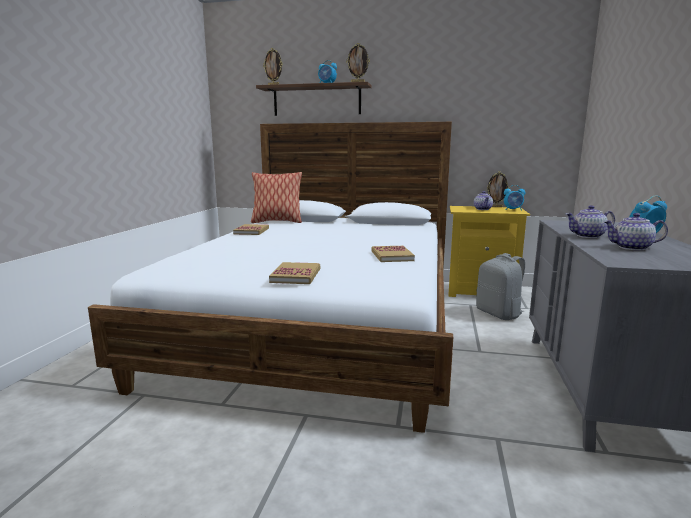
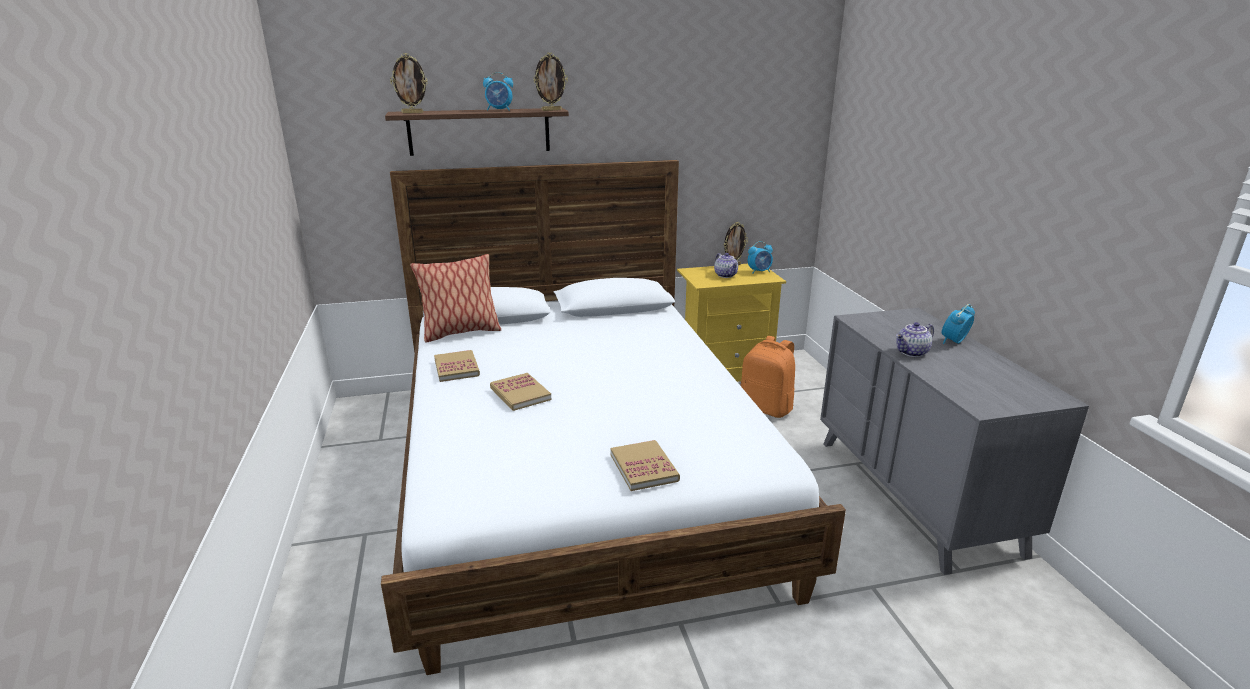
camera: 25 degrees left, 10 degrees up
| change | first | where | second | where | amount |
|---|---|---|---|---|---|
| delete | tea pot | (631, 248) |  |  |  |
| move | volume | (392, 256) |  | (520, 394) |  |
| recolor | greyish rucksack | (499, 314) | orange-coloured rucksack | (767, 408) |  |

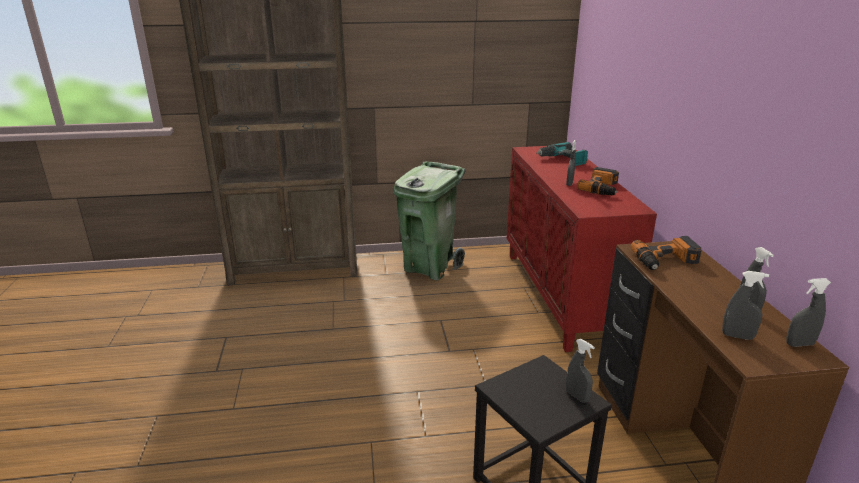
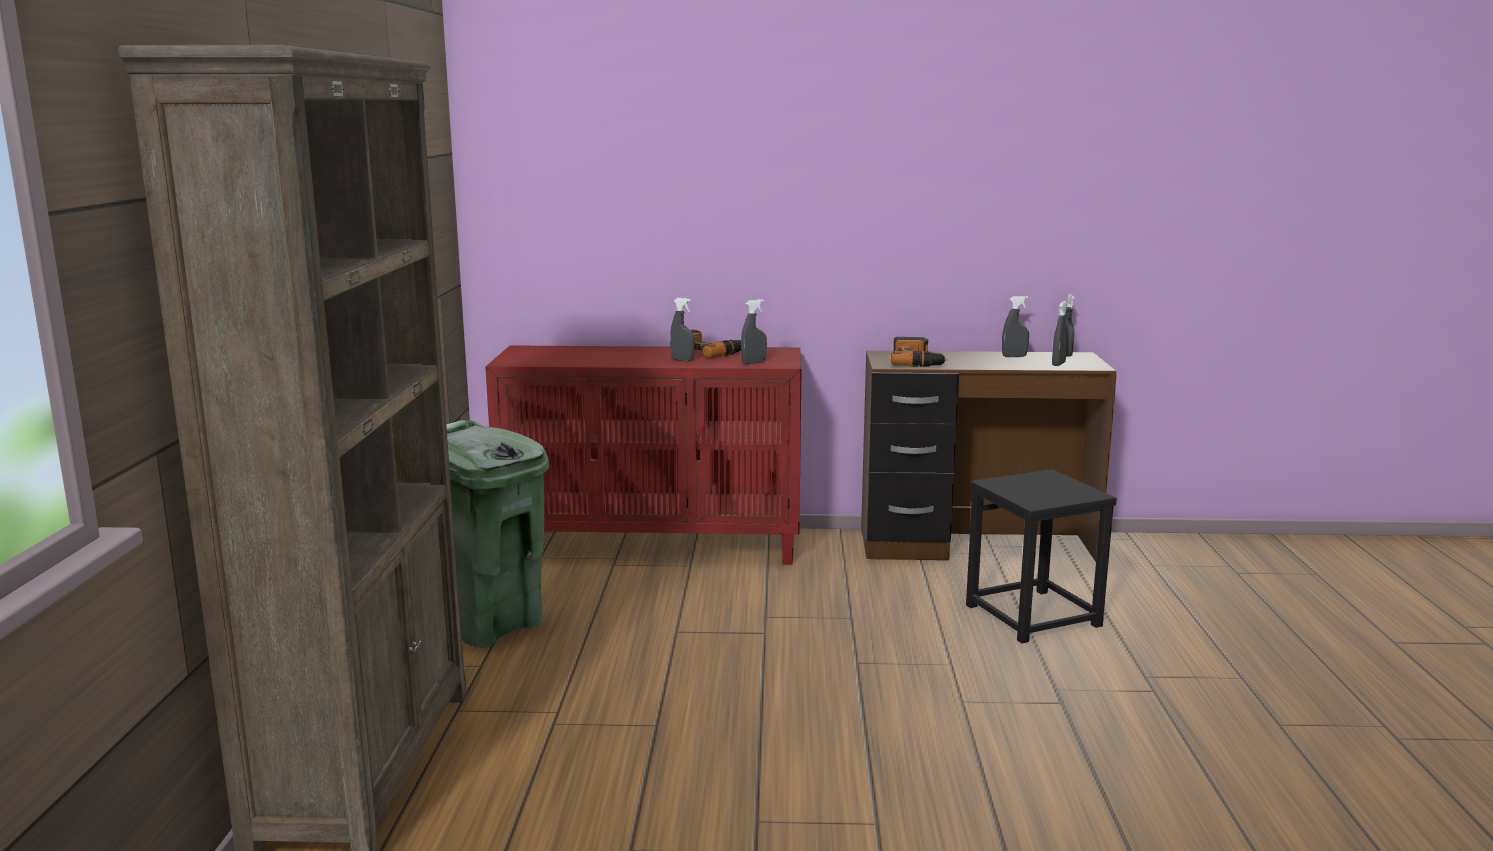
camera: 80 degrees left, 10 degrees down
| change | first | where | second | where | amount |
|---|---|---|---|---|---|
| delete | drill | (562, 160) |  |  |  |
| move | greyish spray bottle | (577, 396) |  | (753, 363) |  |

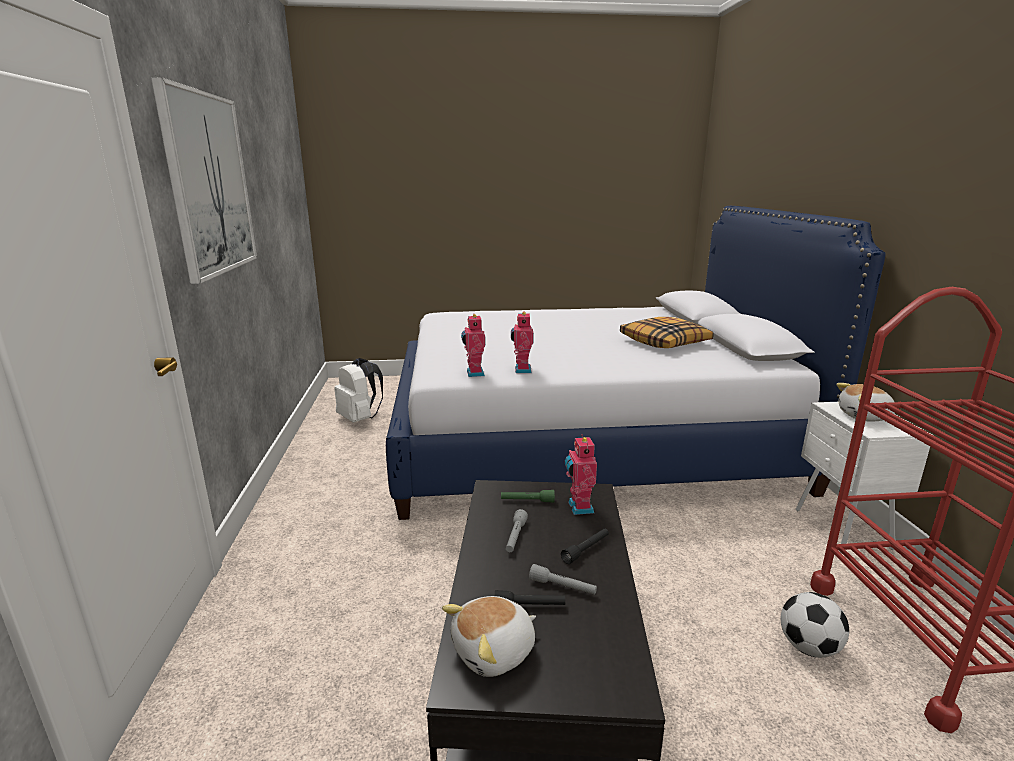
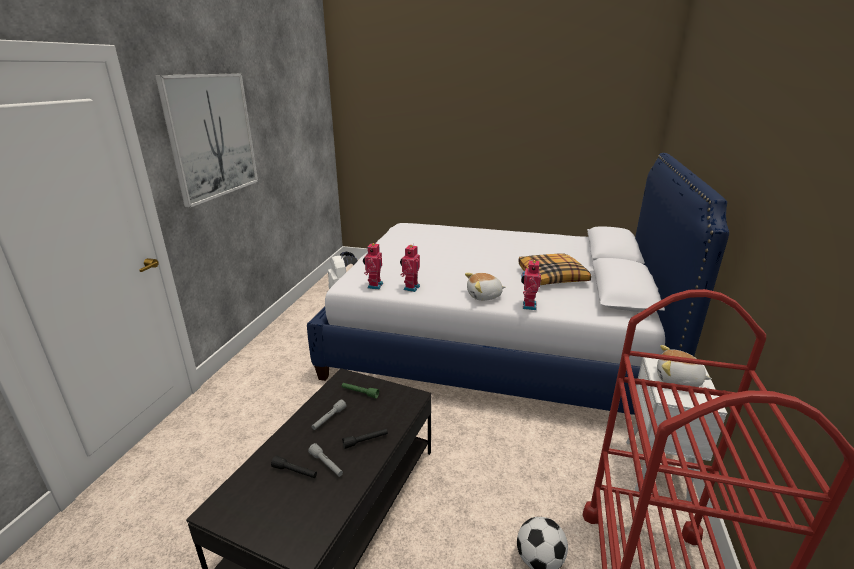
camera: 20 degrees right, 5 degrees up
| change | first | where | second | where | amount |
|---|---|---|---|---|---|
| move | cuddly toy | (494, 652) |  | (484, 296) |  |
| move | robot figure | (578, 507) |  | (528, 306) |  |

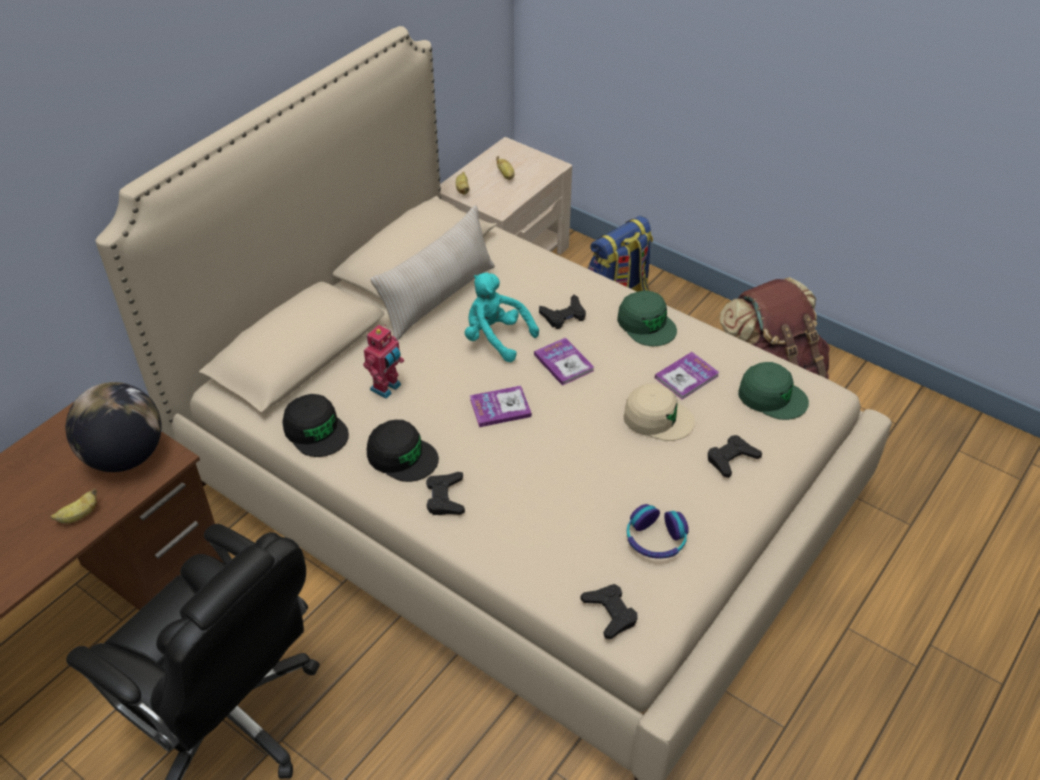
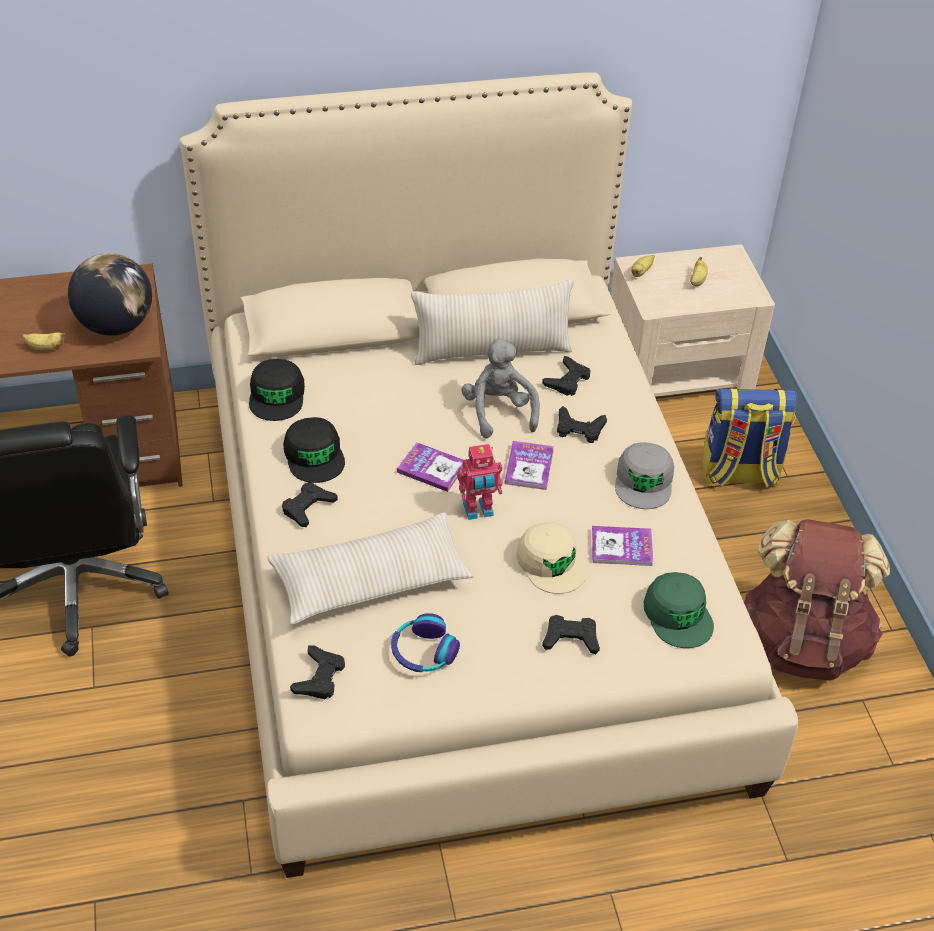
camera: 40 degrees right, 0 degrees up
| change | first | where | second | where | amount |
|---|---|---|---|---|---|
| insert |  |  | sand-coloured throw pillow | (371, 580) |  |
| insert |  |  | black-coloured gamepad | (567, 380) |  |
| move | robot figure | (387, 388) |  | (478, 511) |  |
| recolor | blue-green cuddly toy | (495, 338) | greyish cuddly toy | (498, 411) |  |
| recolor | green-coloured peaked cap | (646, 324) | greyish peaked cap | (644, 481) |  |

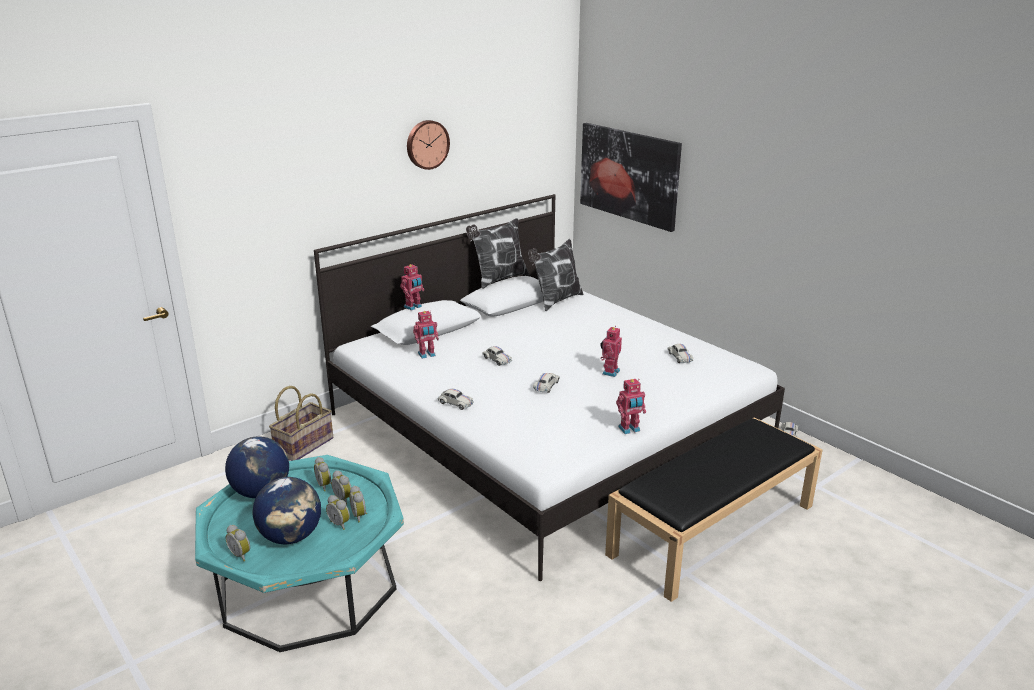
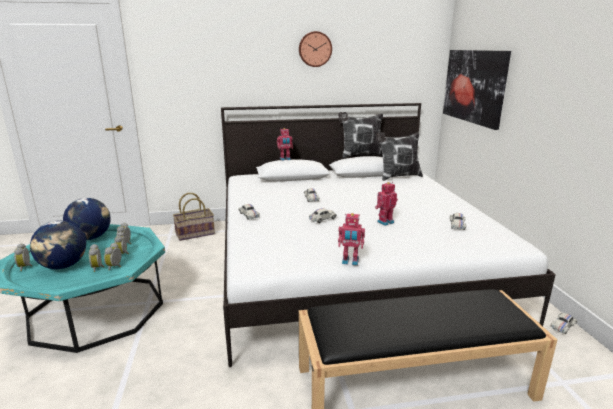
camera: 30 degrees right, 5 degrees down
| change | first | where | second | where | amount |
|---|---|---|---|---|---|
| delete | robot figure | (427, 355) |  |  |  |

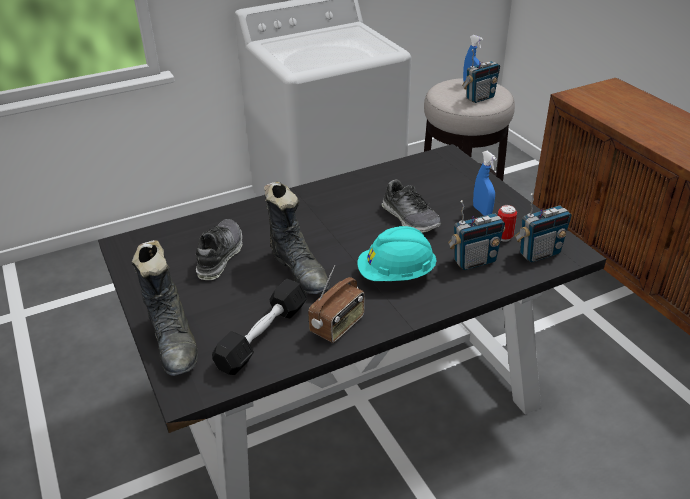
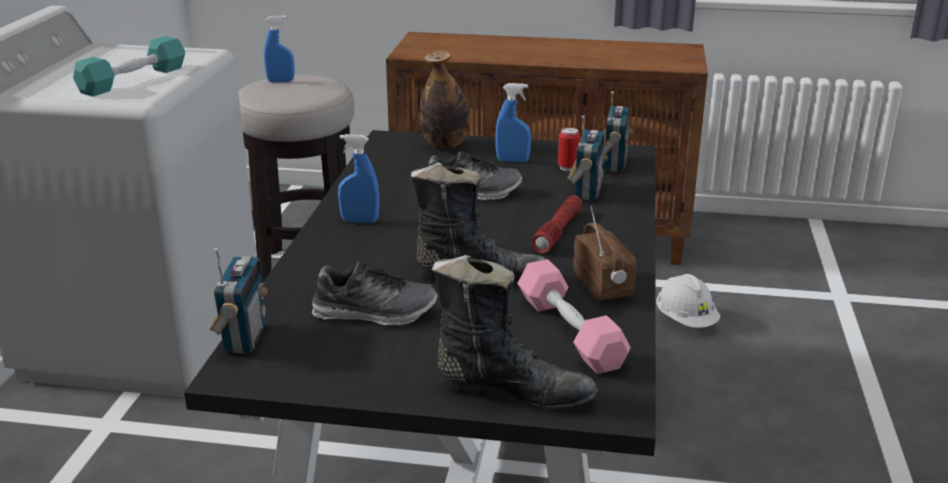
camera: 55 degrees left, 10 degrees down
| change | first | where | second | where | amount |
|---|---|---|---|---|---|
| insert |  |  | blue-green free weight | (133, 80) |  |
| insert |  |  | blue spray bottle | (360, 221) |  |
| insert |  |  | beverage bottle | (445, 145) |  |
| insert |  |  | white hard hat | (685, 320) |  |
| move | radio set | (479, 98) |  | (243, 338) |  |
| replace | blue-green hard hat | (396, 275) | red-coloured hand torch | (558, 231) |  |
| recolor | black-coloured free weight | (263, 336) | pinkish free weight | (570, 332) |  |
| rotate | shoe | (220, 256) |  | (375, 313) | 135 degrees clockwise |

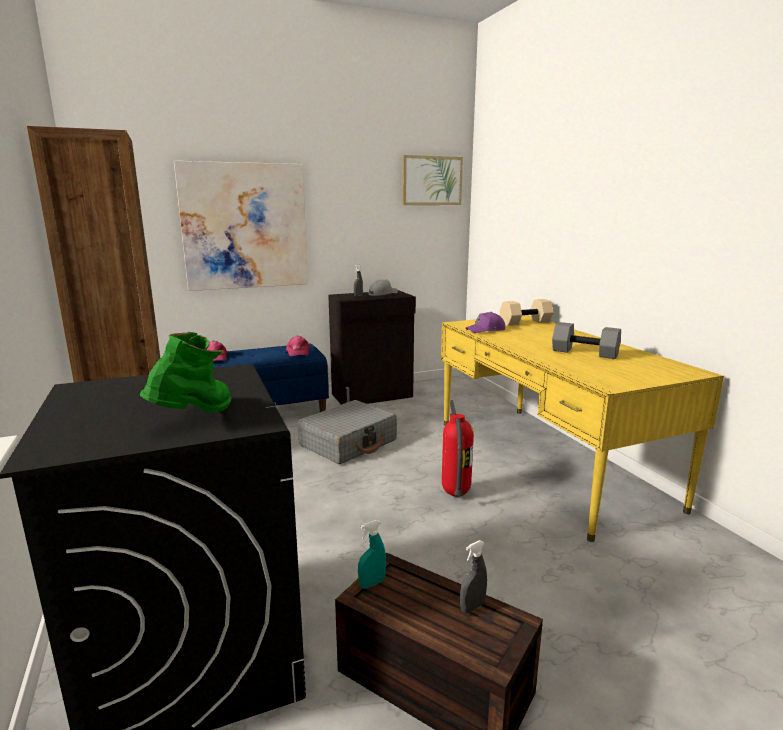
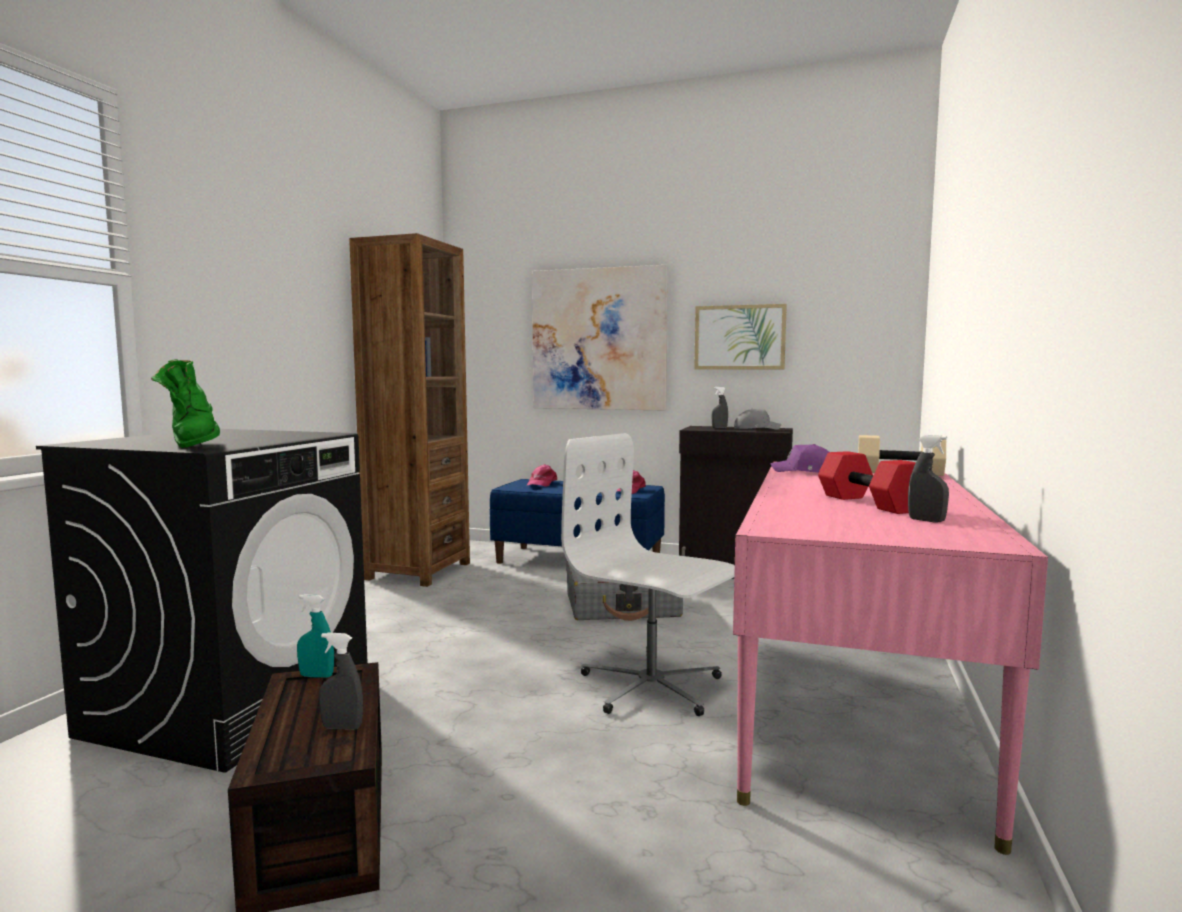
camera: 40 degrees right, 10 degrees down
| change | first | where | second | where | amount |
|---|---|---|---|---|---|
| insert |  |  | greyish spray bottle | (926, 520) |  |
| move | wall picture | (431, 181) |  | (739, 337) |  |
| replace | fire extinguisher | (454, 494) | white office chair | (651, 686) |  |
| recolor | yellow desk unit | (546, 461) | pinkish desk unit | (853, 698) |  |
| recolor | greyish free weight | (585, 353) | red-coloured free weight | (872, 503) |  |
| rotate | green-coloured boot | (195, 418) |  | (193, 443) | 90 degrees clockwise |

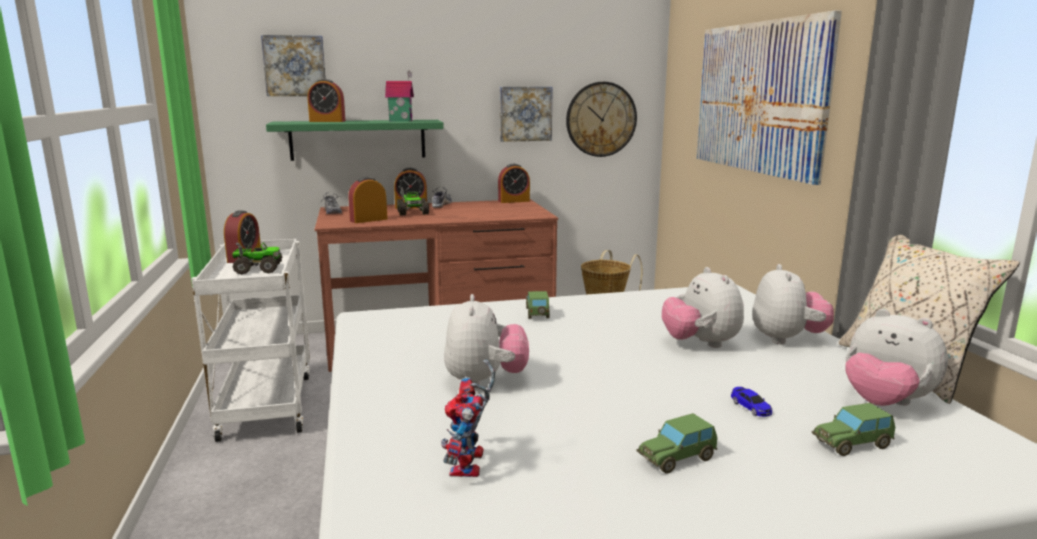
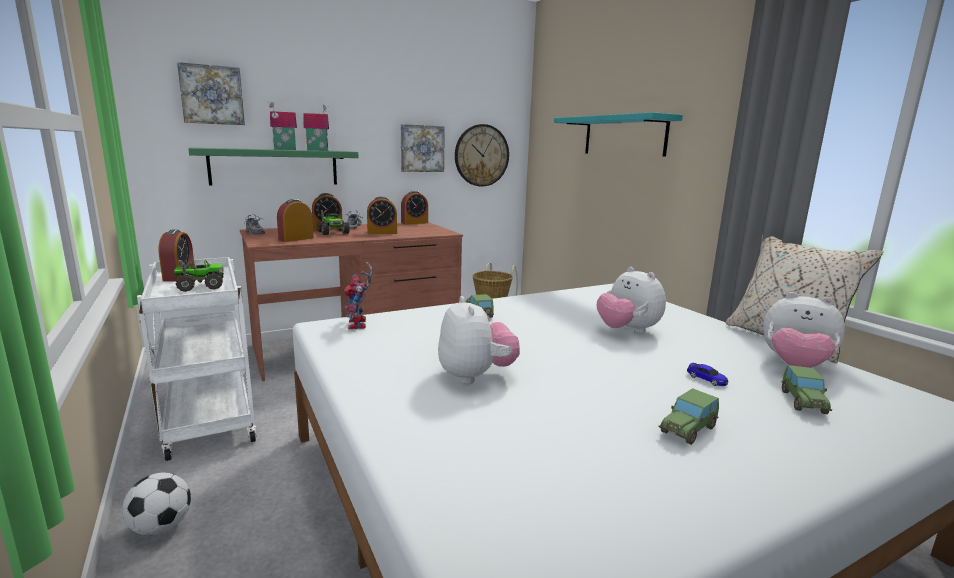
camera: 15 degrees left, 0 degrees up
| change | first | where | second | where | amount |
|---|---|---|---|---|---|
| delete | cuddly toy | (787, 339) |  |  |  |
| insert |  |  | football ball | (161, 527) |  |
| insert |  |  | miniature house | (285, 149) |  |
| move | table clock | (327, 121) |  | (382, 232) |  |
| move | robot figure | (470, 467) |  | (359, 325) |  |
| replace | wall picture | (759, 97) | blue-green shelf | (624, 136) |  |
| rotate | toy car | (852, 444) |  | (802, 402) | 45 degrees counterclockwise |

